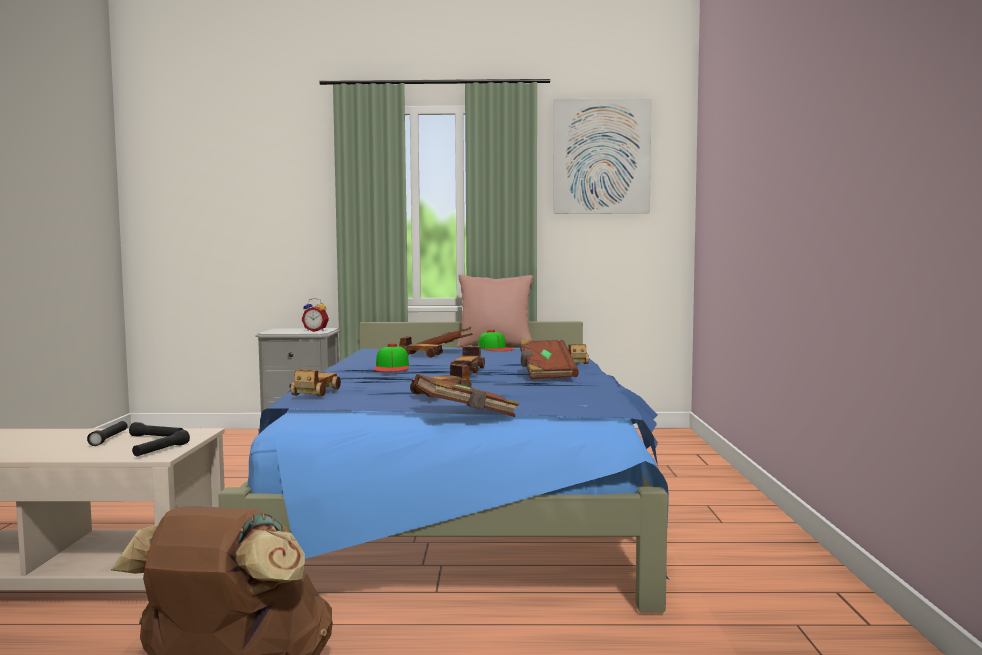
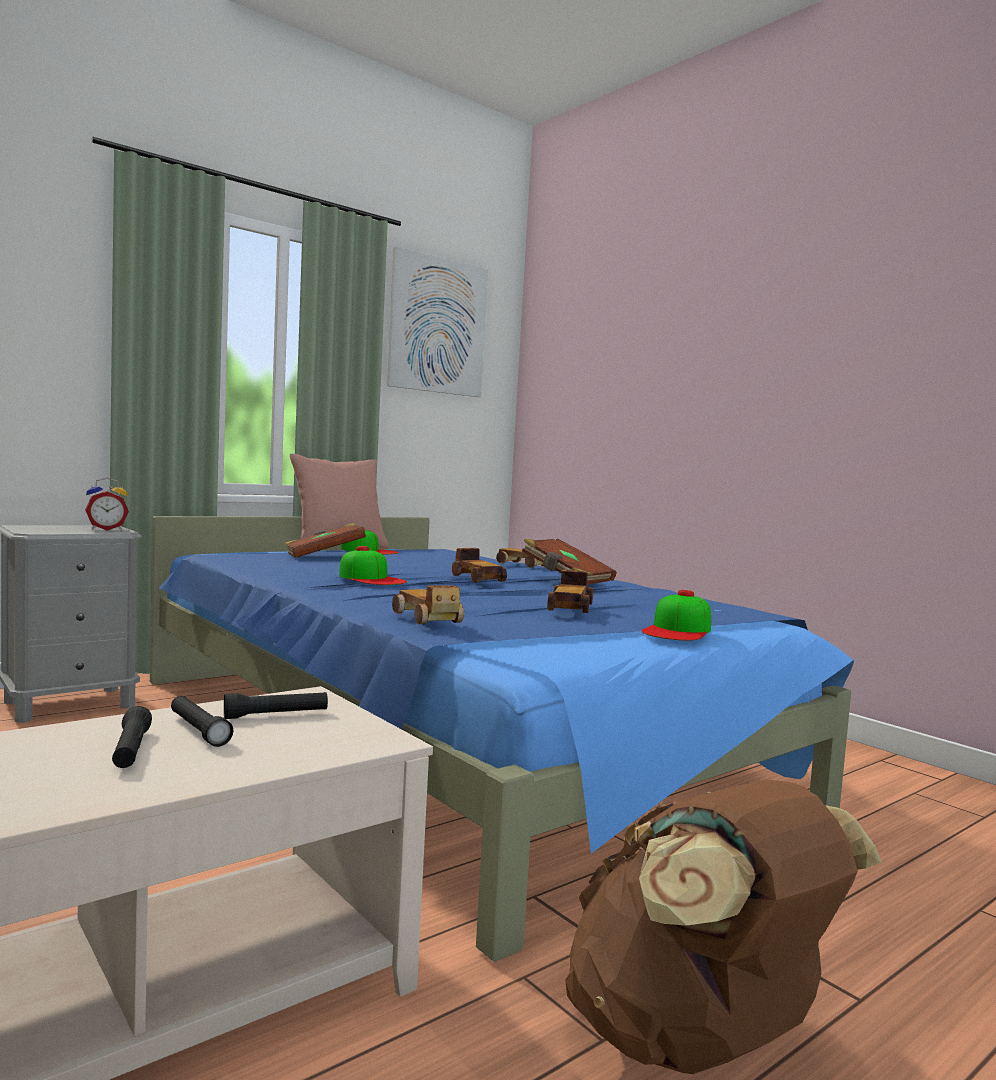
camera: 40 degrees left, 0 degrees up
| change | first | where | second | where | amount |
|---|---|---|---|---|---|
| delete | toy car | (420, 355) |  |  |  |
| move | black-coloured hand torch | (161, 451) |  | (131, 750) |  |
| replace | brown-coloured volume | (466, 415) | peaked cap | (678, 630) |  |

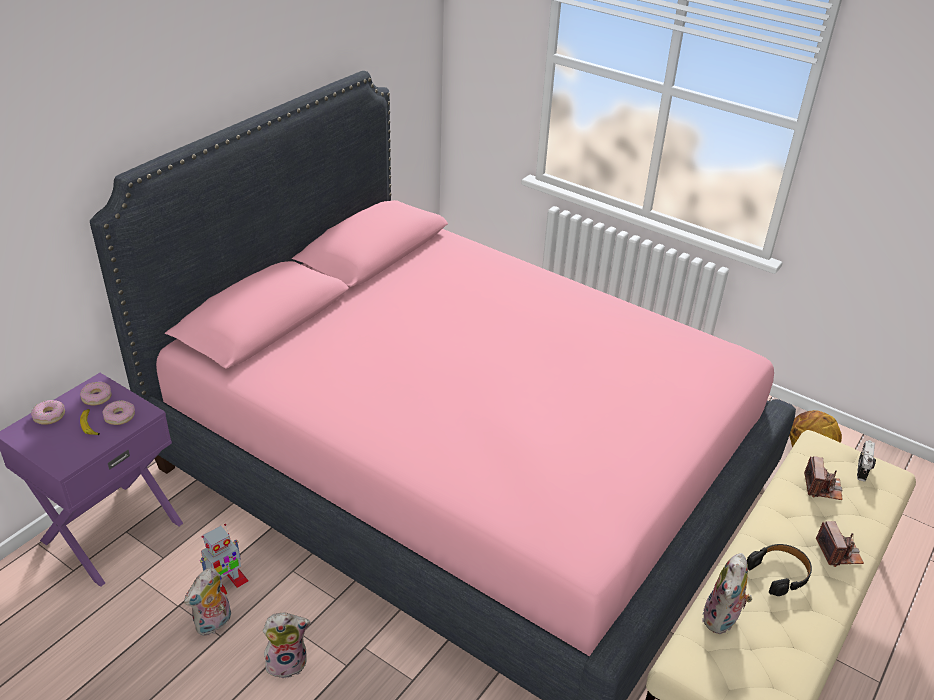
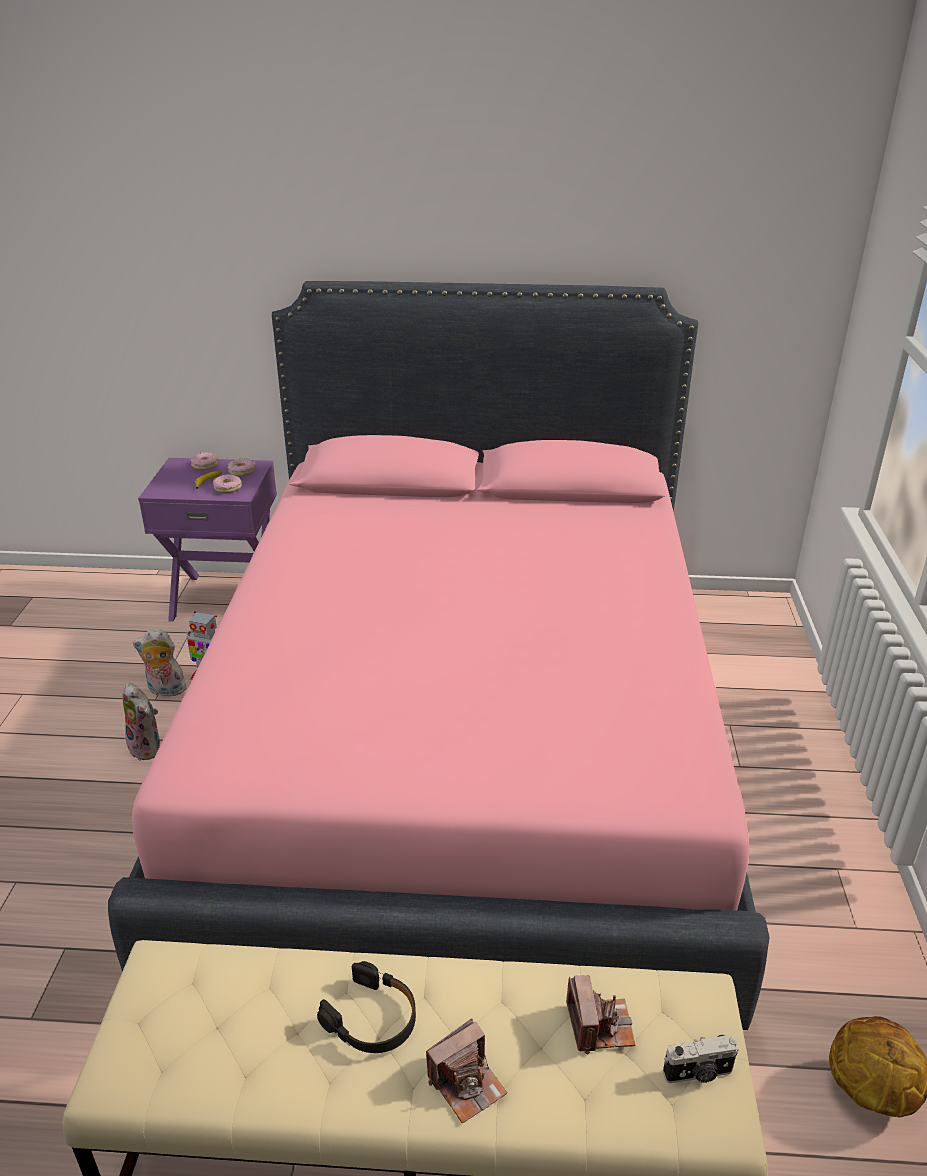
camera: 60 degrees right, 5 degrees down
| change | first | where | second | where | amount |
|---|---|---|---|---|---|
| delete | cuddly toy | (722, 619) |  |  |  |
| rotate | still camera | (822, 487) |  | (599, 1025) | 75 degrees counterclockwise |

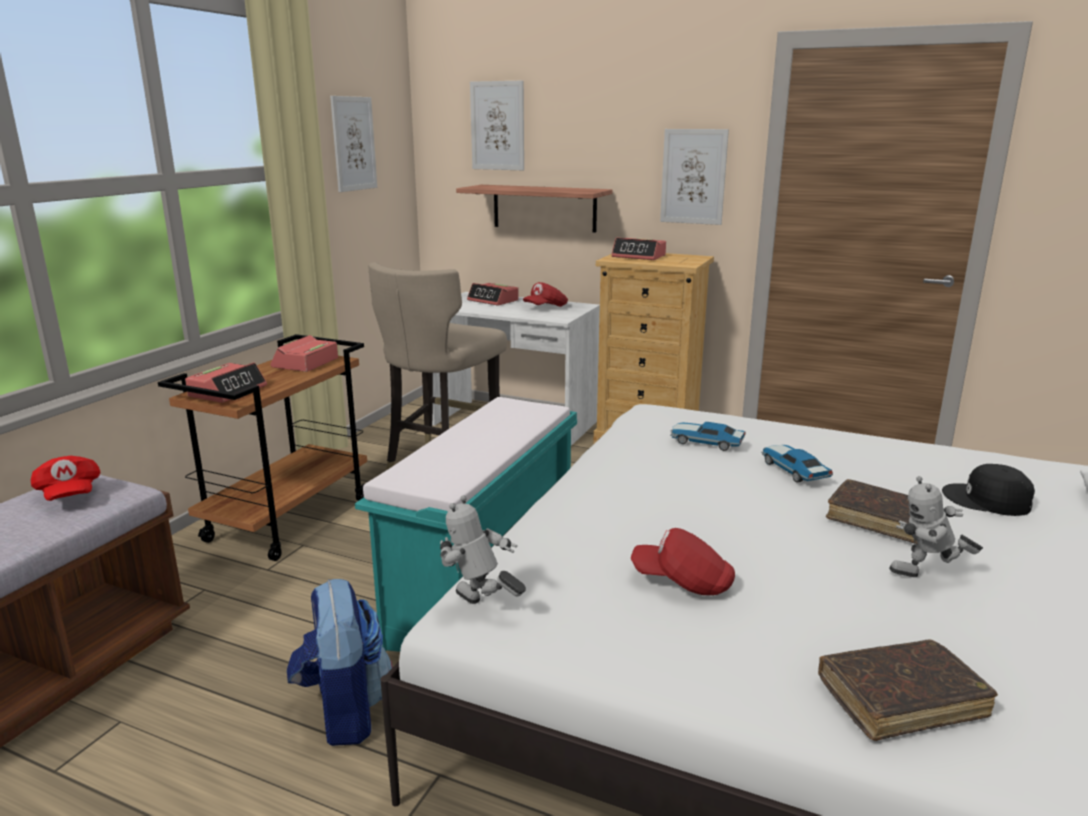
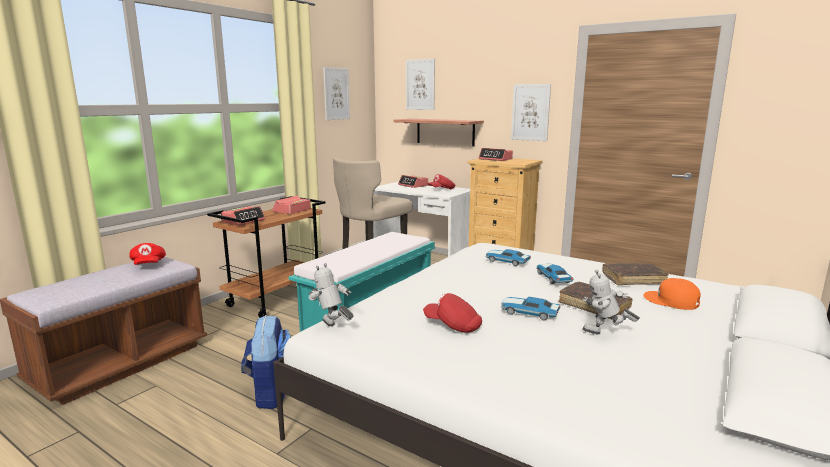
camera: 10 degrees right, 5 degrees down
| change | first | where | second | where | amount |
|---|---|---|---|---|---|
| insert |  |  | toy car | (528, 313) |  |
| move | brown-coloured volume | (901, 699) |  | (633, 279) |  |
| recolor | black-coloured peaked cap | (987, 500) | orange-coloured peaked cap | (671, 301) |  |

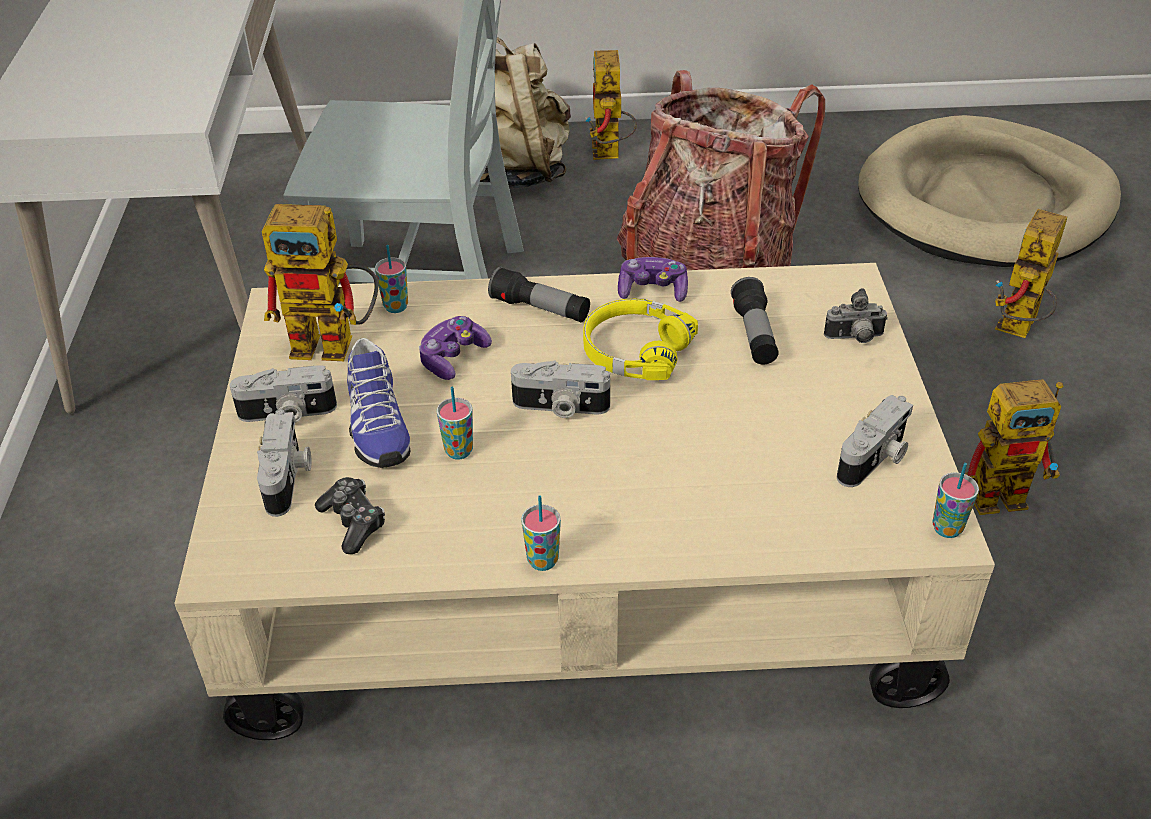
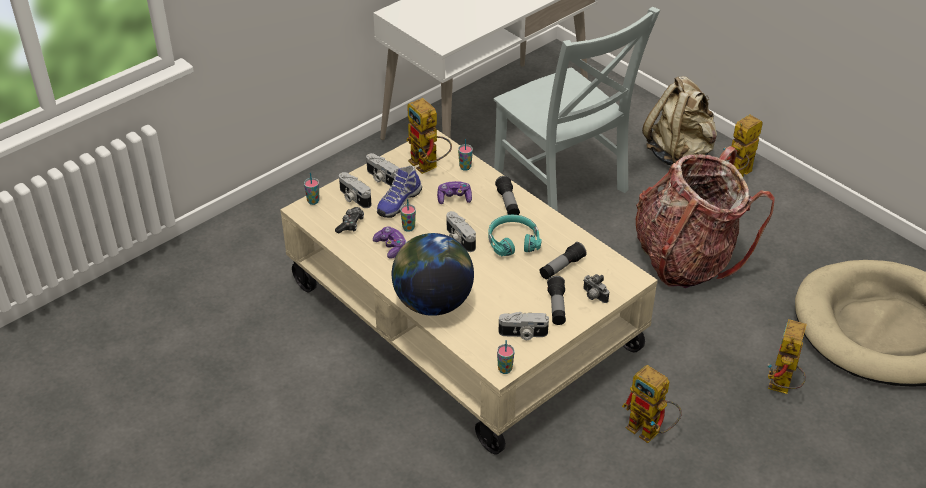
camera: 50 degrees right, 0 degrees up
| change | first | where | second | where | amount |
|---|---|---|---|---|---|
| insert |  |  | desk globe | (432, 303) |  |
| insert |  |  | hand torch | (556, 307) |  |
| move | small cup | (542, 561) |  | (313, 201) |  |
| move | gamepad | (652, 291) |  | (391, 247) |  |
| recolor | yellow headphones | (635, 351) | blue-green headphones | (513, 241) |  |
| rotate | still camera | (288, 478) |  | (353, 198) | 90 degrees clockwise |
| rotate | robot figure | (1018, 330) |  | (782, 388) | 60 degrees counterclockwise |

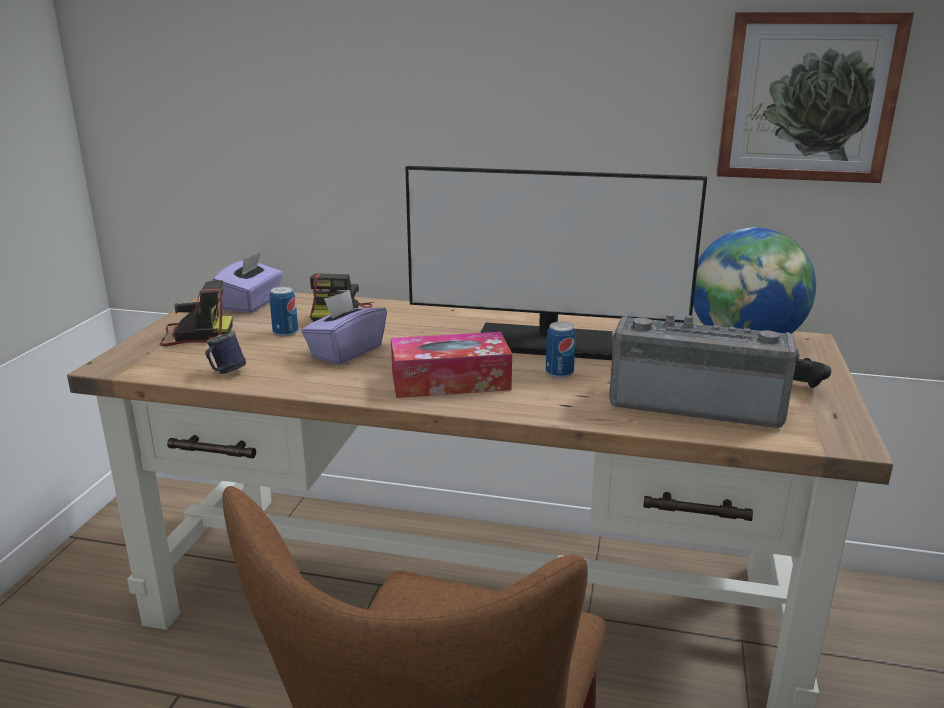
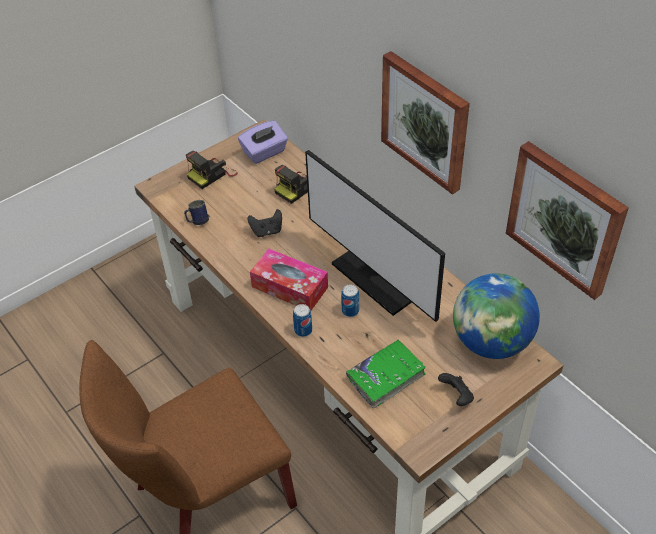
camera: 40 degrees right, 25 degrees up
| change | first | where | second | where | amount |
|---|---|---|---|---|---|
| insert |  |  | wall picture | (426, 121) |  |
| move | metal can | (285, 332) |  | (303, 330) |  |
| replace | purple-coloured tissue holder | (346, 352) | black-coloured gamepad | (267, 231) |  |
| replace | radio set | (696, 404) | green-coloured volume | (386, 377) |  |
| rotate | still camera | (194, 334) |  | (212, 174) | 105 degrees clockwise |

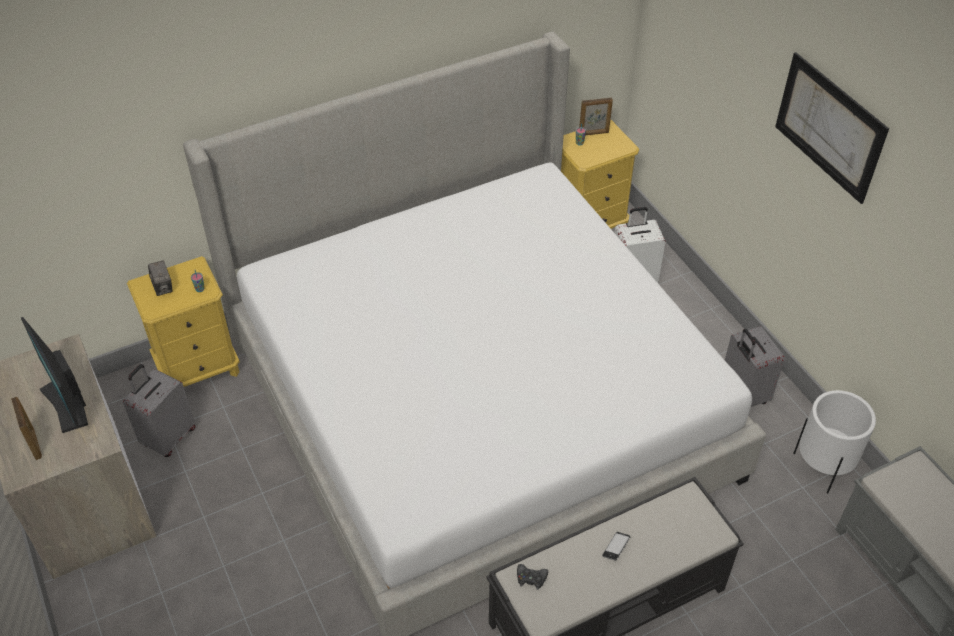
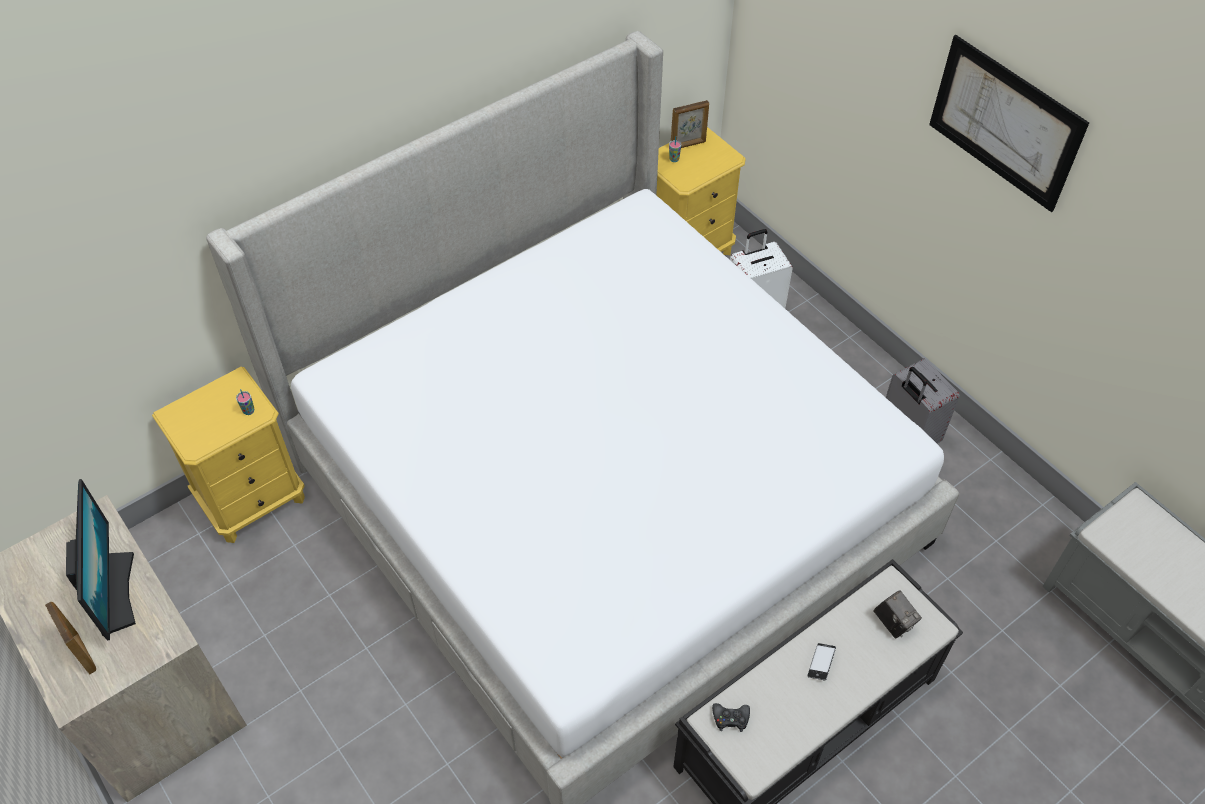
camera: 10 degrees left, 5 degrees up
| change | first | where | second | where | amount |
|---|---|---|---|---|---|
| delete | greyish piece of luggage | (168, 437) |  |  |  |
| delete | white flower pot | (822, 467) |  |  |  |
| move | still camera | (163, 287) |  | (893, 622) |  |
| rotate | computer display | (67, 404) |  | (113, 592) | 150 degrees counterclockwise |

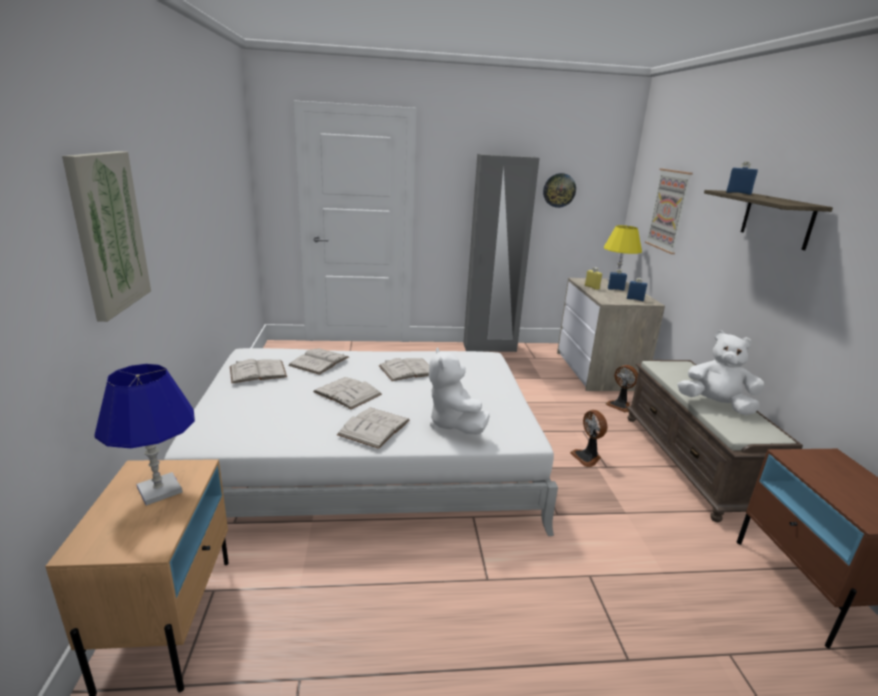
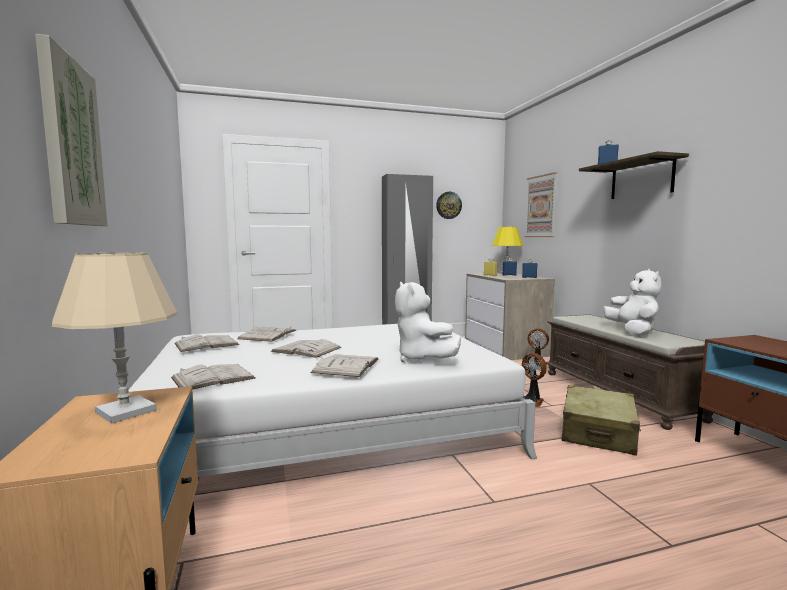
camera: 10 degrees left, 15 degrees down
| change | first | where | second | where | amount |
|---|---|---|---|---|---|
| insert |  |  | sand-coloured piece of luggage | (598, 432) |  |
| move | white volume | (408, 370) |  | (213, 378) |  |
| recolor | blue table lamp | (159, 490) | sand-coloured table lamp | (125, 411) |  |
| rotate | white cuddly toy | (715, 405) |  | (632, 331) | 75 degrees clockwise |

